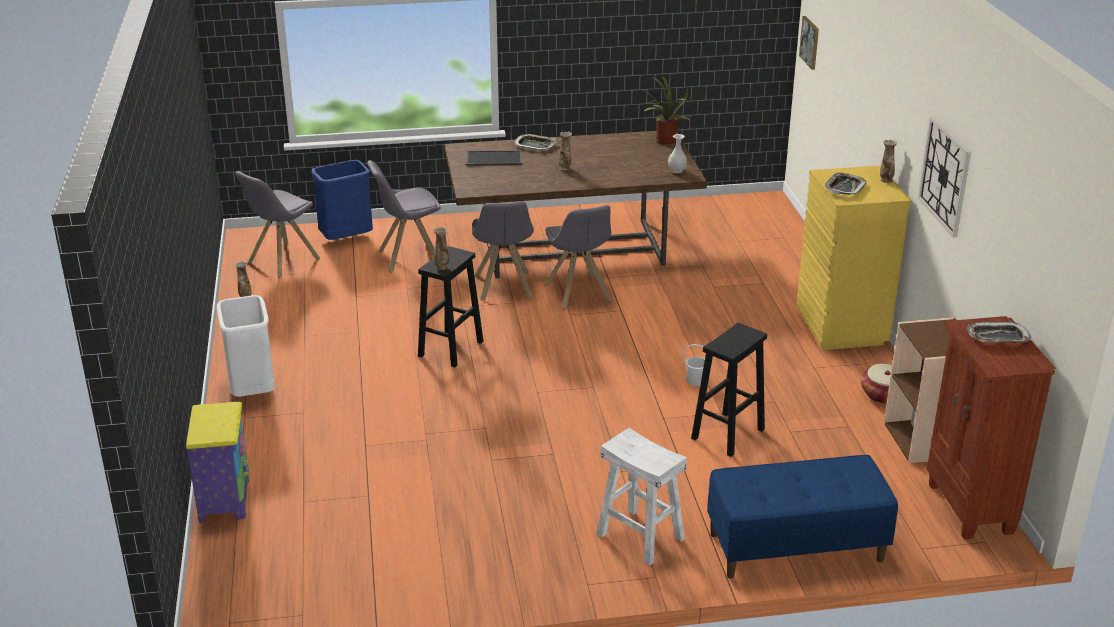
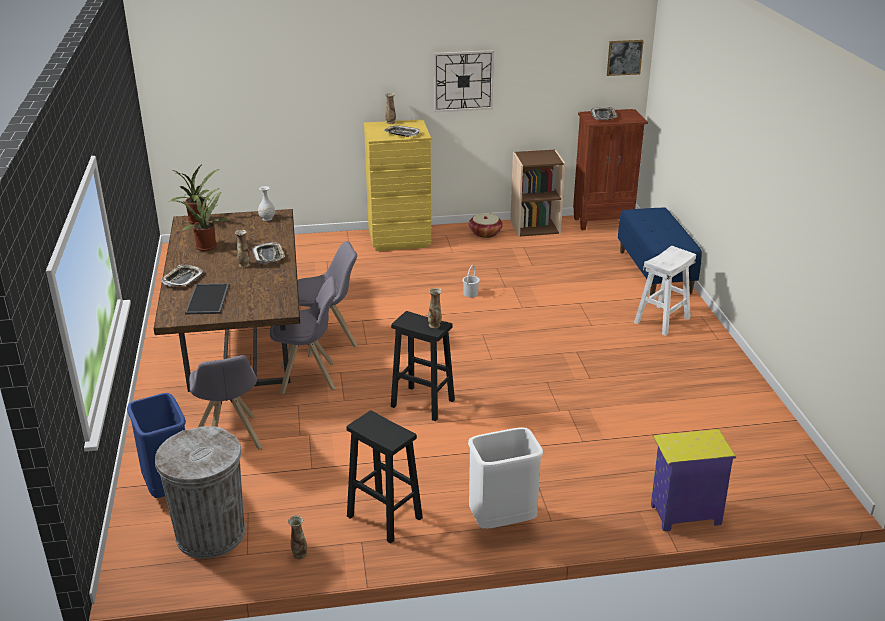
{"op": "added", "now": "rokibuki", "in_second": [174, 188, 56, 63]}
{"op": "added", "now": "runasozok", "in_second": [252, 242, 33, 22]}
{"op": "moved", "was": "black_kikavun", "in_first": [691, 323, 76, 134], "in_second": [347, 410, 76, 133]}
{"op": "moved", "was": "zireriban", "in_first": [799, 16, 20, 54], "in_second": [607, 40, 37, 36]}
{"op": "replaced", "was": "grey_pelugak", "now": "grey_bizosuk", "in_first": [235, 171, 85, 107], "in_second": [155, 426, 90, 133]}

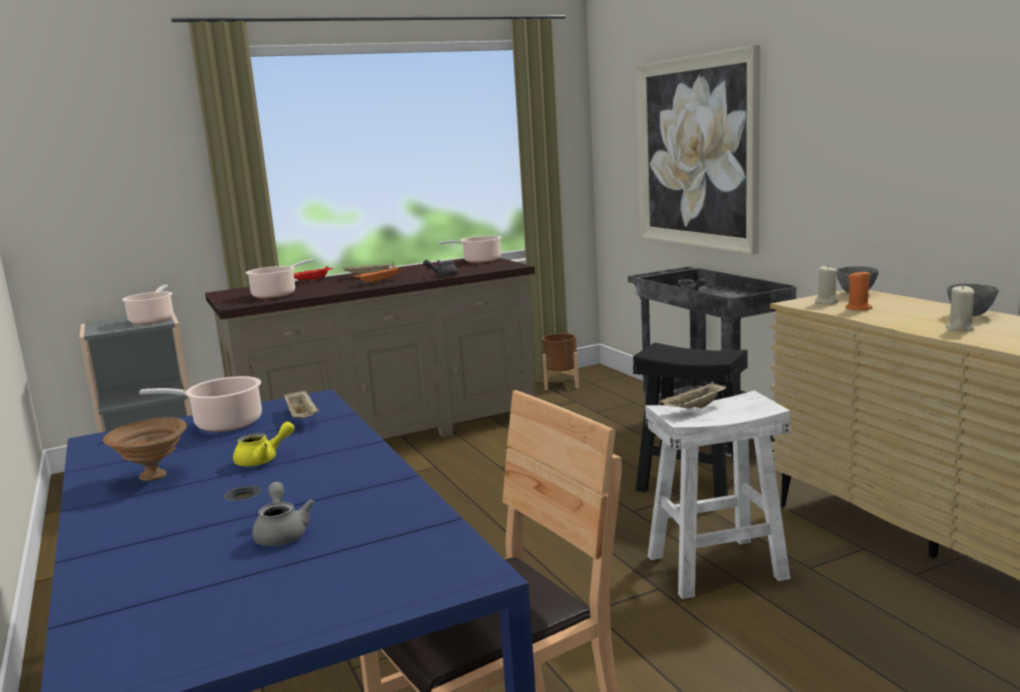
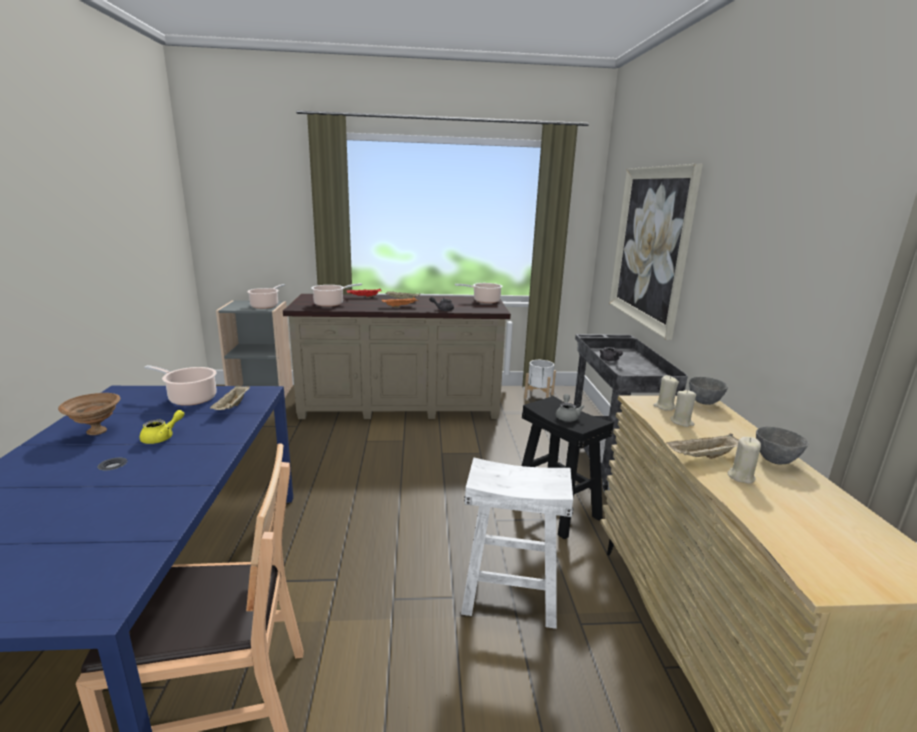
{"op": "moved", "was": "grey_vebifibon", "in_first": [252, 482, 63, 64], "in_second": [556, 394, 28, 28]}
{"op": "moved", "was": "beige_runasozok", "in_first": [660, 381, 67, 27], "in_second": [666, 434, 73, 25]}
{"op": "recoloured", "was": "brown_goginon", "now": "white_goginon", "in_first": [542, 333, 37, 57], "in_second": [524, 360, 32, 39]}
{"op": "recoloured", "was": "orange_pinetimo", "now": "beige_pinetimo", "in_first": [845, 270, 28, 41], "in_second": [670, 390, 26, 37]}
{"op": "turned", "was": "yellow_vebifibon", "in_first": [233, 422, 61, 44], "in_second": [139, 410, 45, 34], "clockwise": -45}

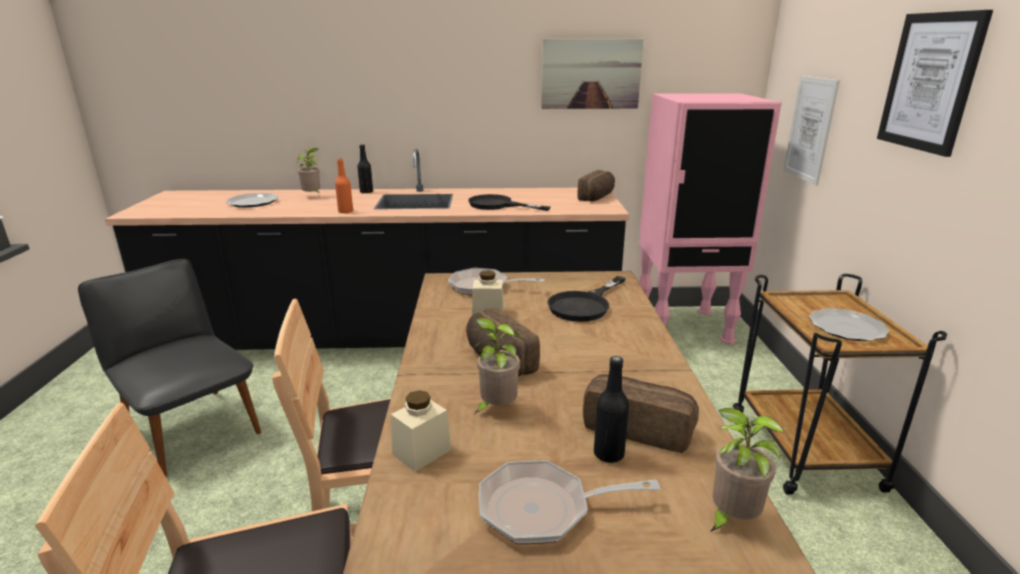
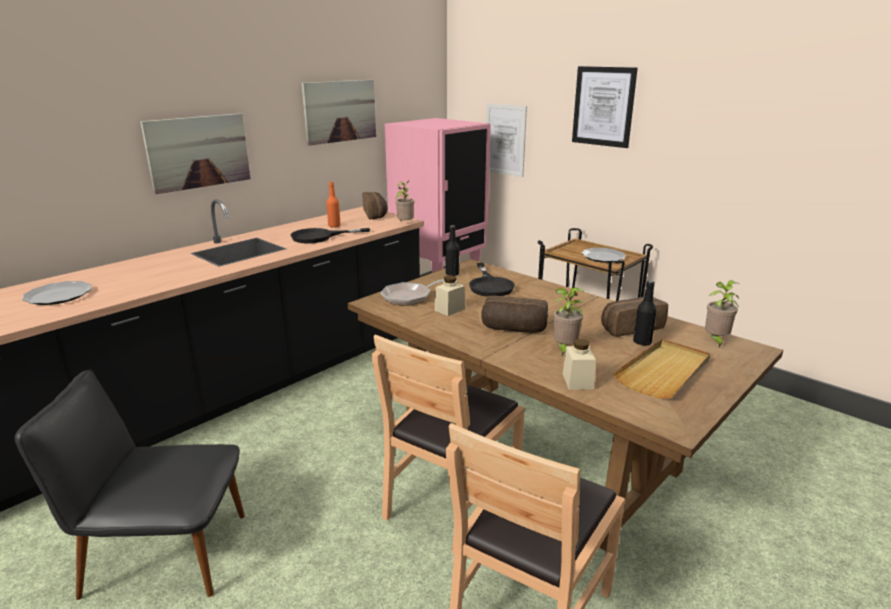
{"op": "added", "now": "zireriban", "in_second": [140, 113, 111, 81]}
{"op": "moved", "was": "rokibuki", "in_first": [296, 147, 24, 46], "in_second": [395, 180, 19, 41]}
{"op": "moved", "was": "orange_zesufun", "in_first": [335, 158, 18, 55], "in_second": [326, 182, 15, 45]}
{"op": "moved", "was": "black_zesufun", "in_first": [357, 144, 16, 50], "in_second": [445, 225, 15, 51]}
{"op": "replaced", "was": "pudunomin", "now": "beige_runasozok", "in_first": [479, 461, 182, 83], "in_second": [613, 339, 97, 60]}

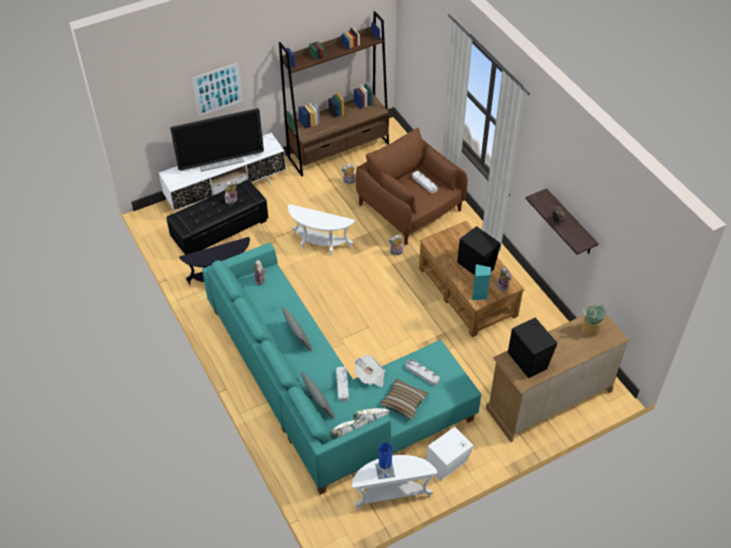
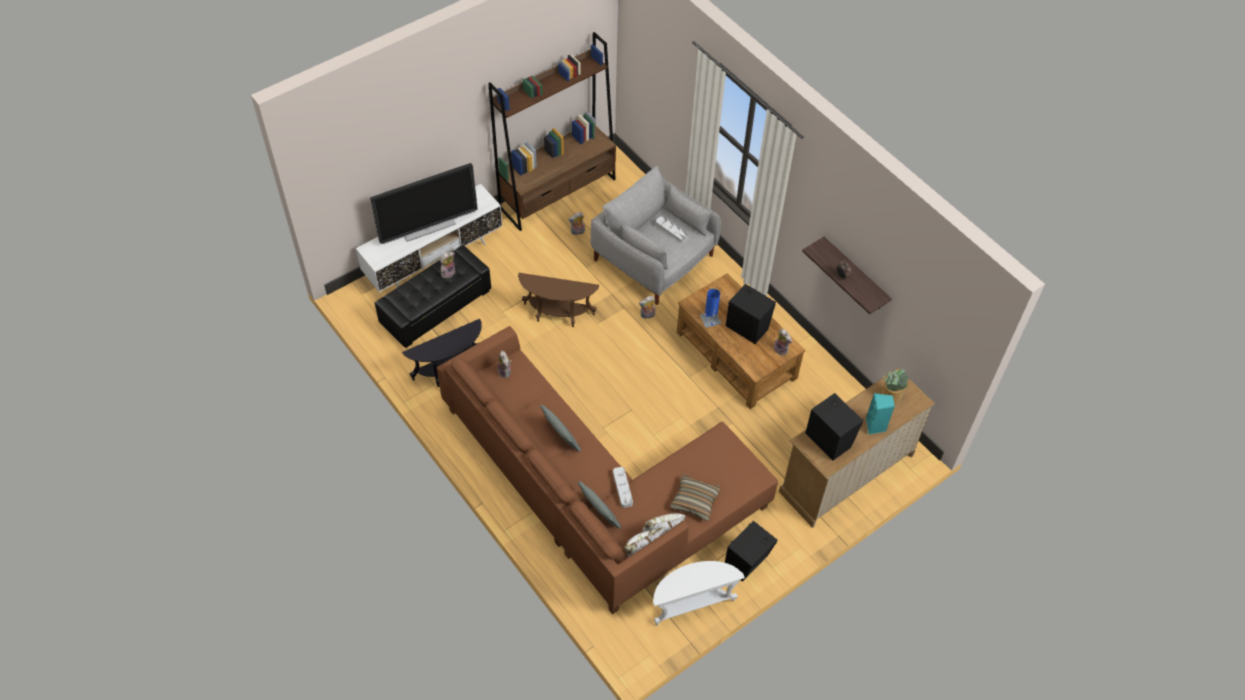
{"op": "removed", "was": "zireriban", "in_first": [192, 63, 51, 54]}
{"op": "removed", "was": "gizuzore", "in_first": [355, 355, 30, 32]}
{"op": "removed", "was": "grey_runasozok", "in_first": [405, 359, 35, 27]}
{"op": "moved", "was": "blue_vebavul", "in_first": [375, 442, 20, 37], "in_second": [700, 289, 21, 39]}
{"op": "moved", "was": "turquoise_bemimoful", "in_first": [472, 264, 19, 36], "in_second": [866, 393, 29, 42]}
{"op": "recoloured", "was": "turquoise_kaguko", "now": "brown_kaguko", "in_first": [202, 243, 279, 252], "in_second": [437, 326, 341, 288]}
{"op": "recoloured", "was": "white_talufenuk", "now": "brown_talufenuk", "in_first": [288, 204, 67, 52], "in_second": [518, 273, 81, 54]}
{"op": "recoloured", "was": "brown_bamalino", "now": "grey_bamalino", "in_first": [356, 128, 112, 117], "in_second": [591, 166, 130, 139]}
{"op": "recoloured", "was": "white_bemimoful", "now": "black_bemimoful", "in_first": [427, 427, 46, 54], "in_second": [725, 521, 52, 61]}

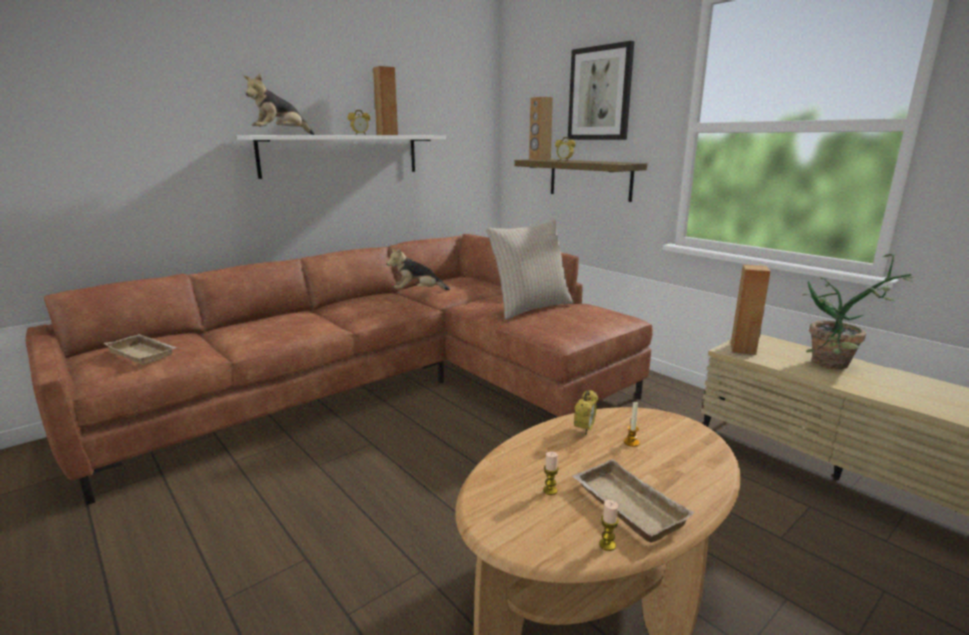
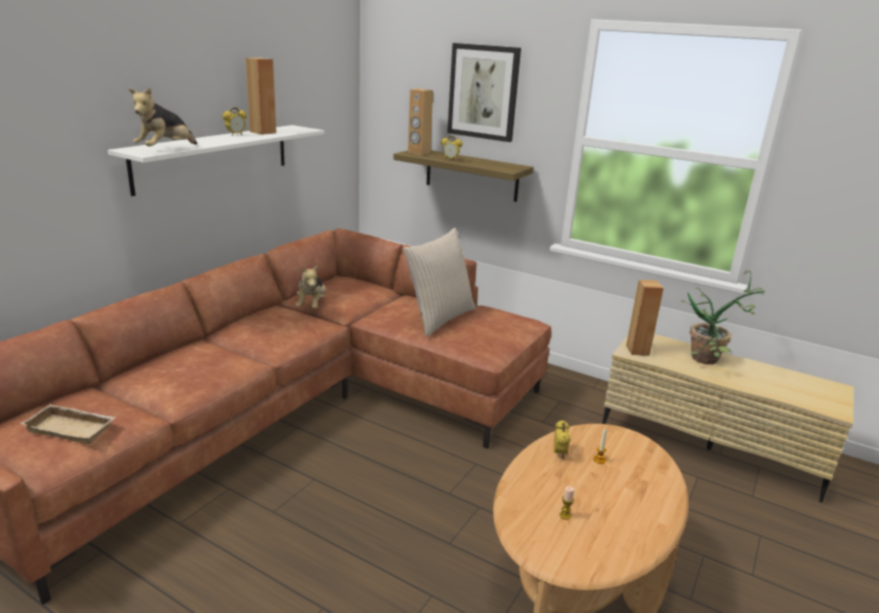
{"op": "removed", "was": "beige_runasozok", "in_first": [572, 459, 123, 84]}
{"op": "removed", "was": "pinetimo", "in_first": [599, 500, 20, 51]}
{"op": "turned", "was": "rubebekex", "in_first": [387, 248, 63, 42], "in_second": [295, 265, 31, 44], "clockwise": -60}

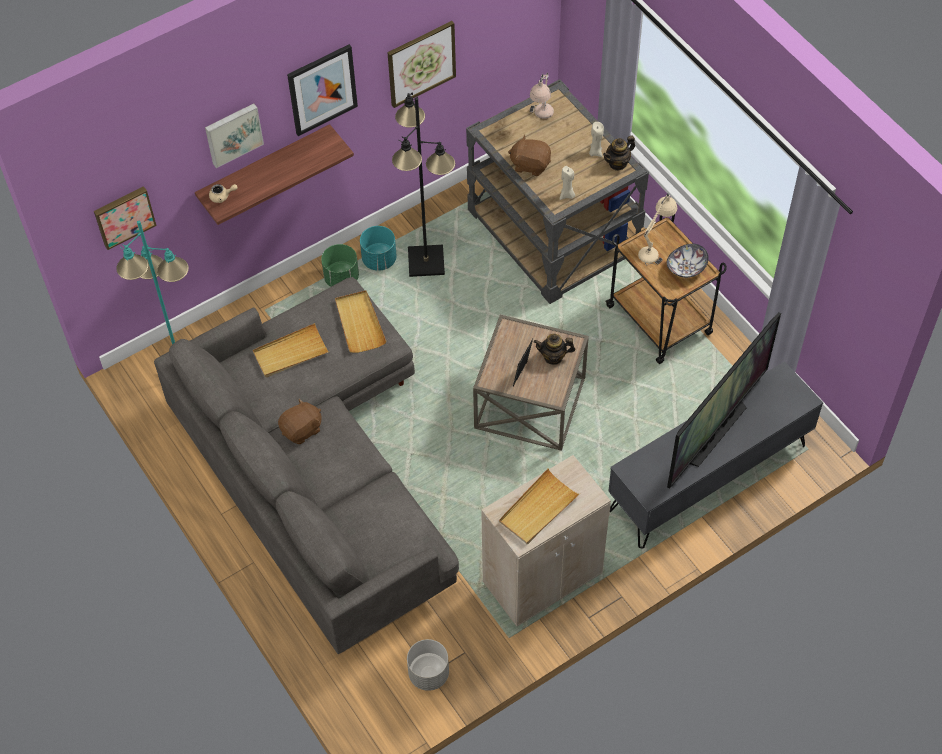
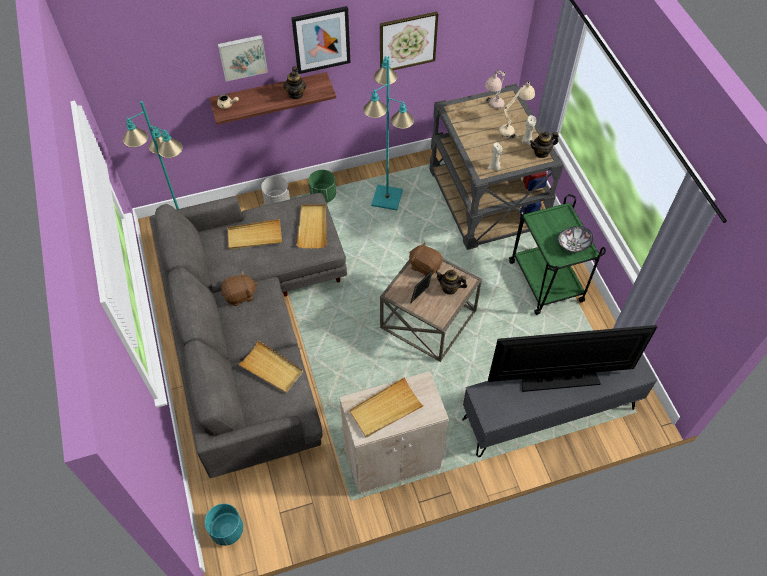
{"op": "removed", "was": "zireriban", "in_first": [94, 186, 63, 64]}
{"op": "added", "now": "beige_runasozok", "in_second": [238, 340, 65, 54]}
{"op": "added", "now": "vebifibon", "in_second": [283, 67, 23, 32]}
{"op": "moved", "was": "turquoise_goginon", "in_first": [360, 226, 37, 45], "in_second": [205, 504, 38, 42]}
{"op": "moved", "was": "grey_goginon", "in_first": [407, 639, 42, 52], "in_second": [261, 176, 29, 29]}
{"op": "moved", "was": "brown_rubebekex", "in_first": [508, 135, 43, 41], "in_second": [409, 242, 34, 34]}
{"op": "moved", "was": "beige_vebavul", "in_first": [638, 193, 39, 72], "in_second": [499, 80, 36, 58]}
{"op": "recoloured", "was": "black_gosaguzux", "now": "turquoise_gosaguzux", "in_first": [392, 93, 63, 184], "in_second": [363, 56, 51, 154]}
{"op": "recoloured", "was": "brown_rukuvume", "now": "green_rukuvume", "in_first": [606, 214, 121, 150], "in_second": [509, 194, 97, 121]}
{"op": "turned", "was": "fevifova", "in_first": [667, 312, 114, 177], "in_second": [488, 325, 169, 67], "clockwise": -150}

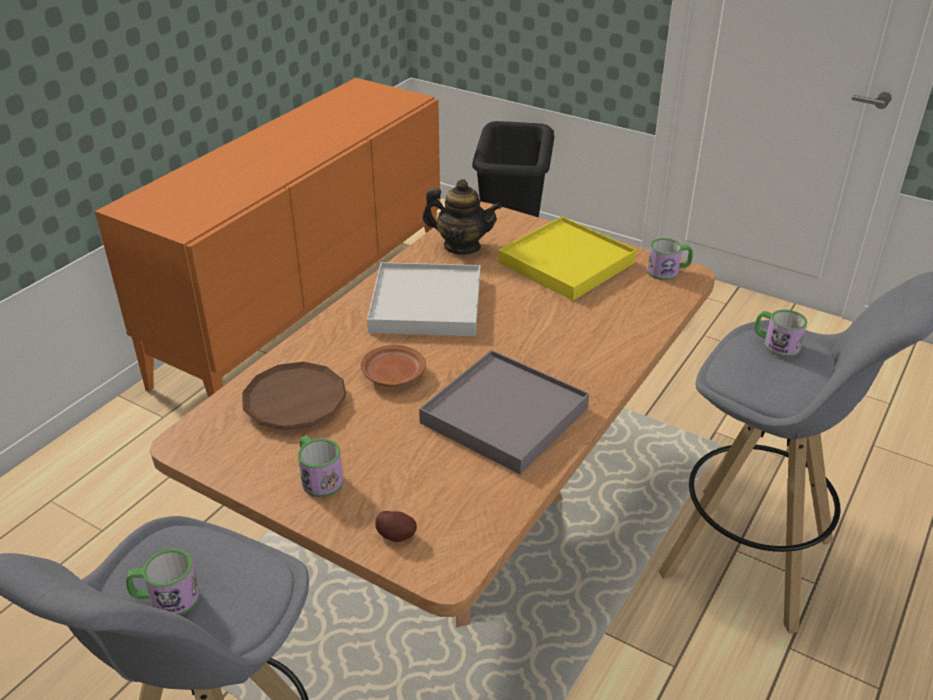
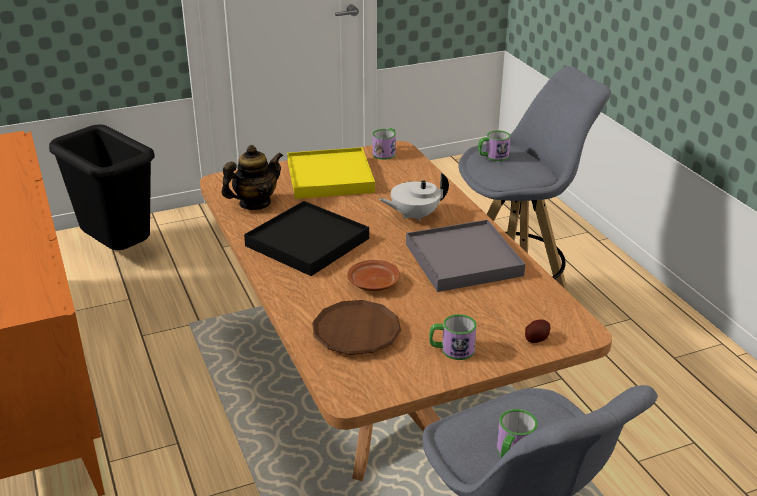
{"op": "added", "now": "white_vebifibon", "in_second": [379, 173, 70, 49]}
{"op": "recoloured", "was": "white_runasozok", "now": "black_runasozok", "in_first": [367, 262, 113, 74], "in_second": [244, 201, 125, 75]}

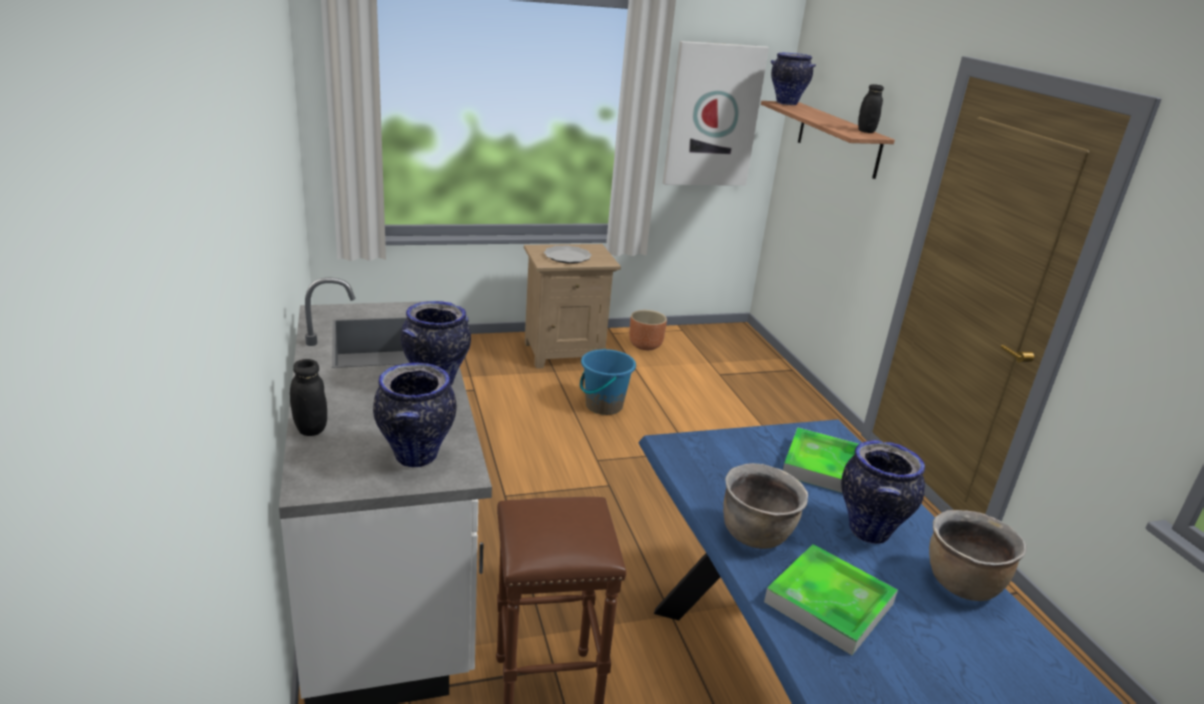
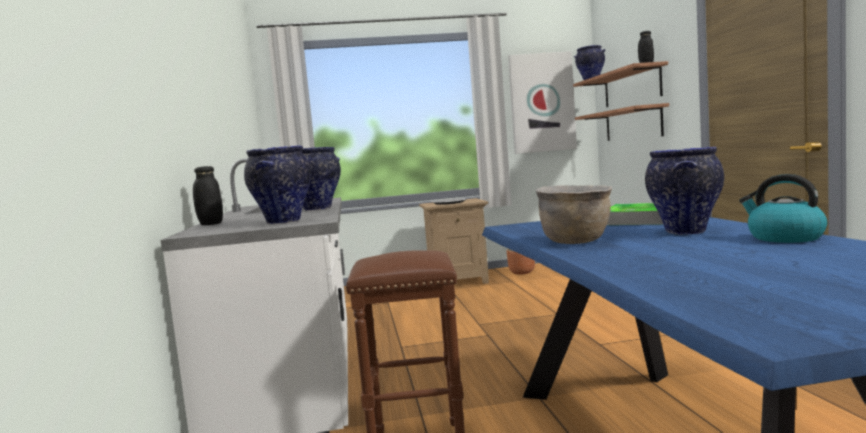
{"op": "removed", "was": "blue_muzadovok", "in_first": [580, 349, 56, 66]}
{"op": "removed", "was": "runasozok", "in_first": [764, 544, 134, 111]}
{"op": "added", "now": "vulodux", "in_second": [575, 103, 94, 38]}
{"op": "replaced", "was": "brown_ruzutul", "now": "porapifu", "in_first": [929, 510, 98, 91], "in_second": [739, 174, 89, 69]}

